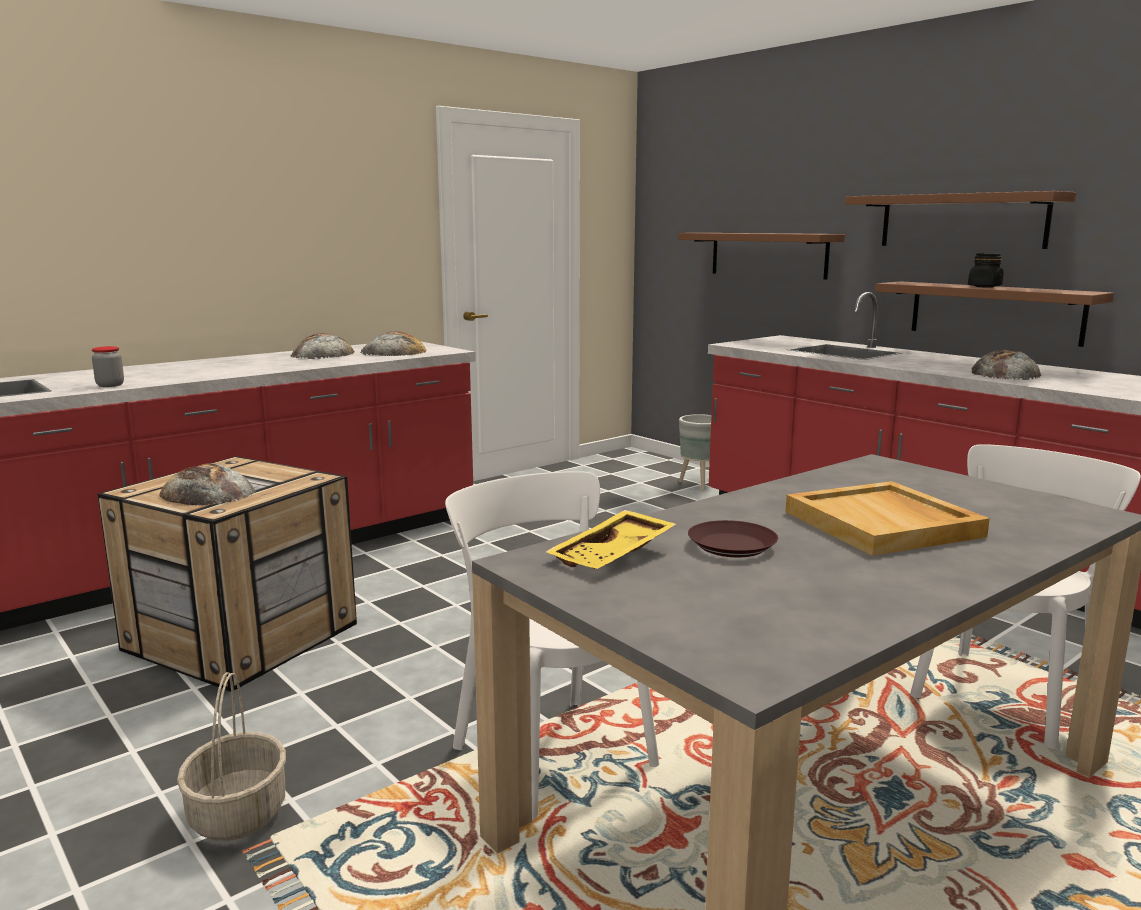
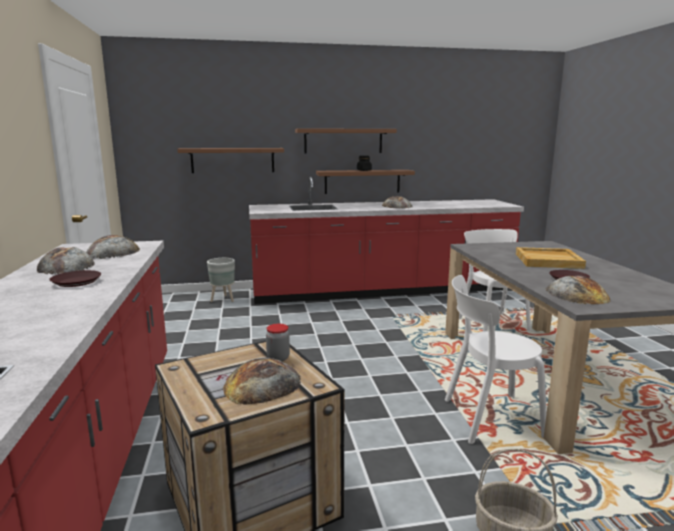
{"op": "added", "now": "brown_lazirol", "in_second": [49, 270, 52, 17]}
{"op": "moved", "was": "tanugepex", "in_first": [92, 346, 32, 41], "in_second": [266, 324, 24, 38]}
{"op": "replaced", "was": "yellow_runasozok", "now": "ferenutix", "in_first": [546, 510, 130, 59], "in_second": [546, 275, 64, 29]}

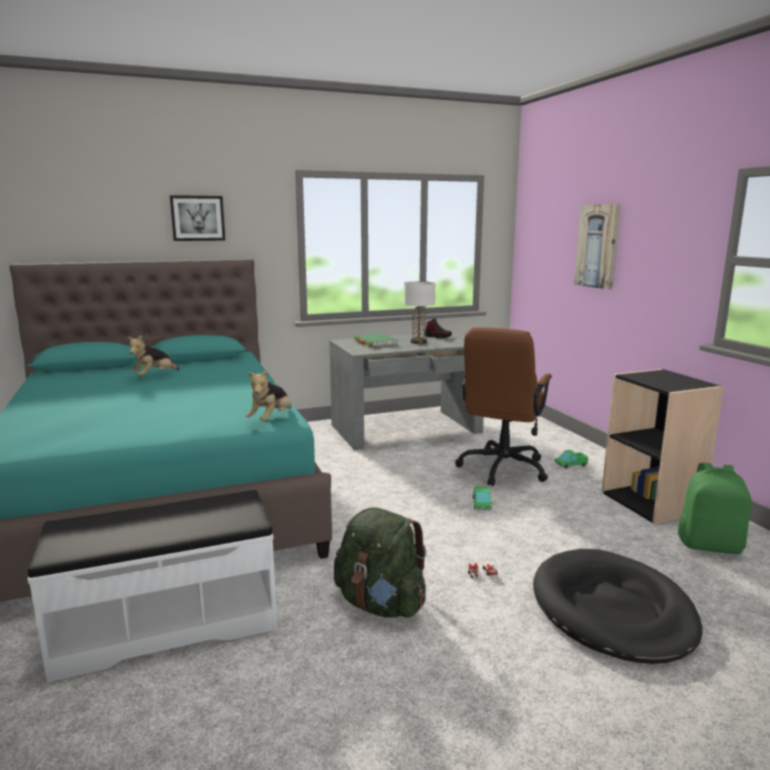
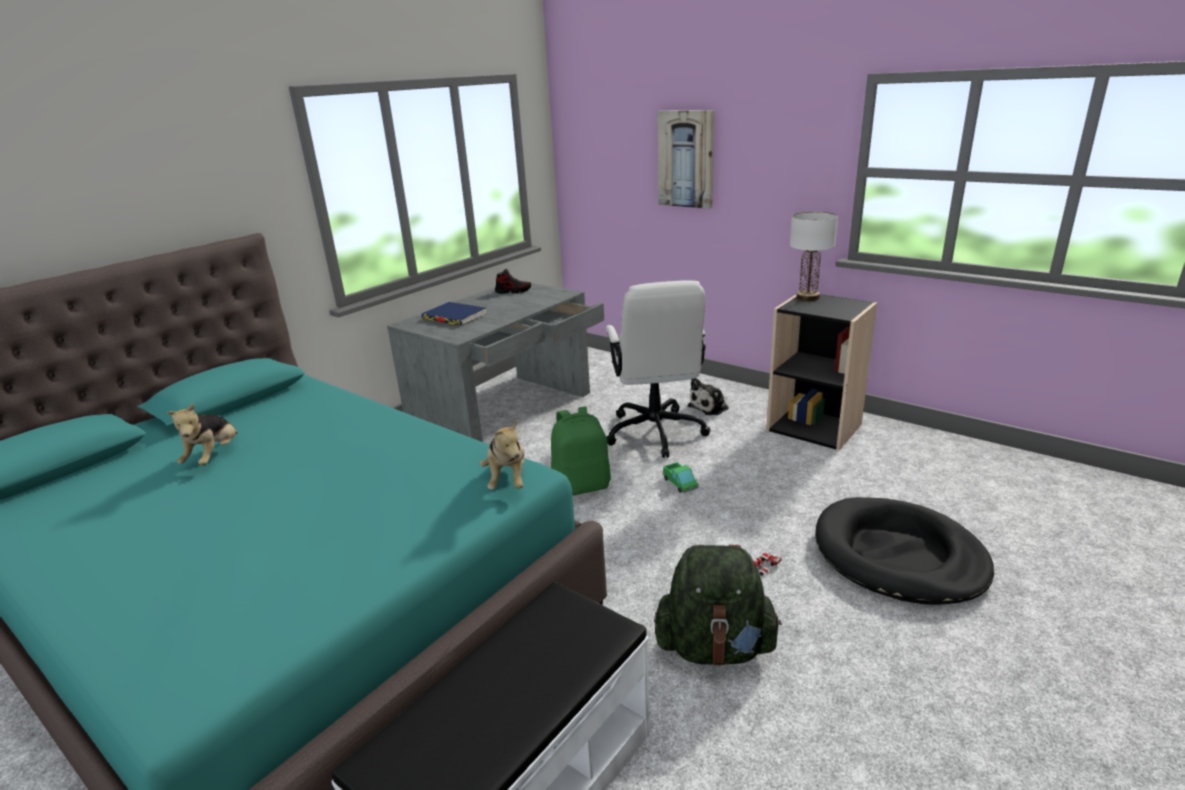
{"op": "removed", "was": "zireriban", "in_first": [170, 195, 55, 46]}
{"op": "moved", "was": "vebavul", "in_first": [404, 282, 31, 62], "in_second": [790, 212, 48, 89]}
{"op": "moved", "was": "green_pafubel", "in_first": [678, 463, 74, 91], "in_second": [551, 407, 60, 88]}
{"op": "replaced", "was": "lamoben", "now": "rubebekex", "in_first": [554, 450, 34, 19], "in_second": [688, 378, 41, 37]}
{"op": "recoloured", "was": "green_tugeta", "now": "blue_tugeta", "in_first": [354, 333, 44, 14], "in_second": [421, 302, 66, 24]}
{"op": "recoloured", "was": "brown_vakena", "now": "white_vakena", "in_first": [455, 327, 97, 159], "in_second": [606, 280, 104, 178]}

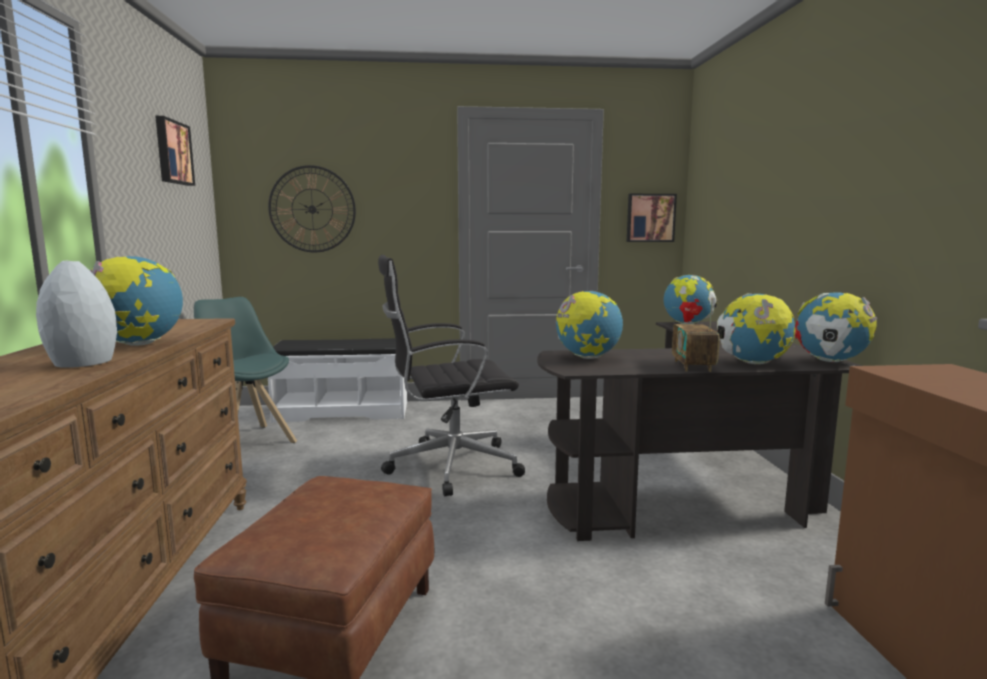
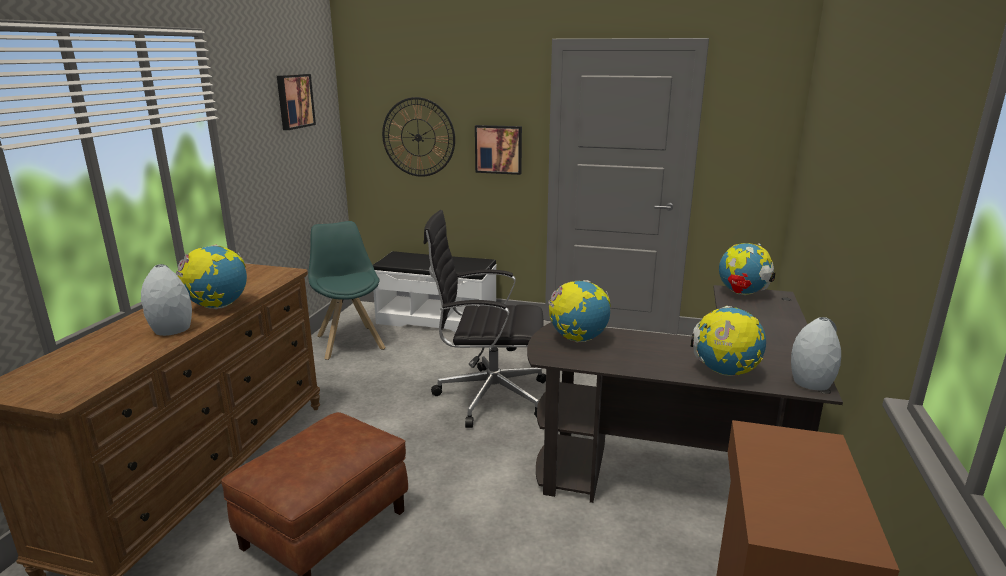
{"op": "removed", "was": "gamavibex", "in_first": [672, 297, 48, 75]}
{"op": "moved", "was": "zireriban", "in_first": [627, 194, 50, 48], "in_second": [475, 125, 47, 50]}
{"op": "replaced", "was": "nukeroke", "now": "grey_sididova", "in_first": [795, 292, 83, 70], "in_second": [791, 317, 50, 73]}

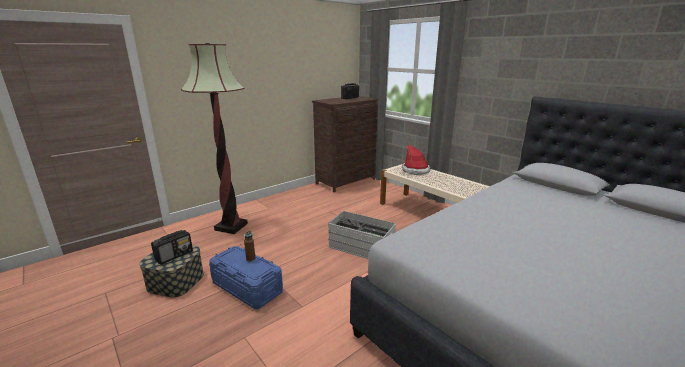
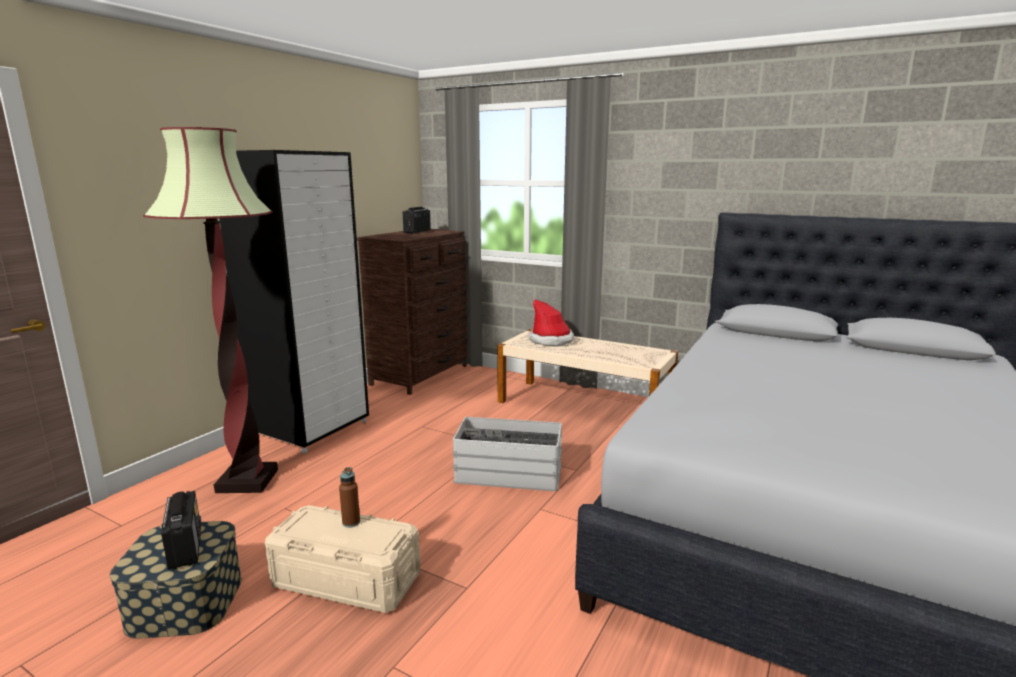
{"op": "added", "now": "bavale", "in_second": [219, 150, 150, 304]}
{"op": "recoloured", "was": "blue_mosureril", "now": "beige_mosureril", "in_first": [209, 246, 74, 63], "in_second": [265, 505, 155, 108]}
{"op": "turned", "was": "gamavibex", "in_first": [151, 230, 42, 35], "in_second": [161, 491, 41, 79], "clockwise": -45}

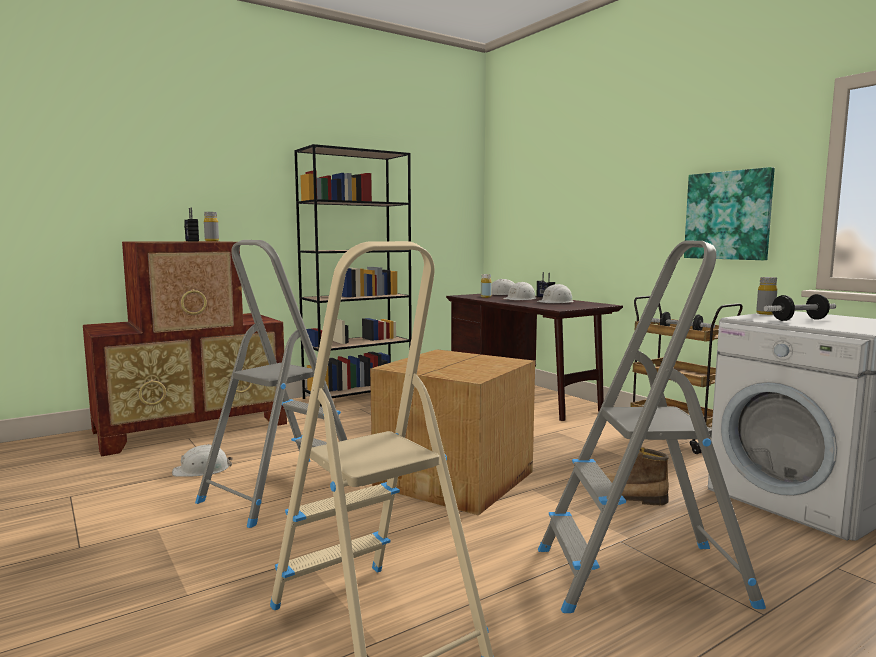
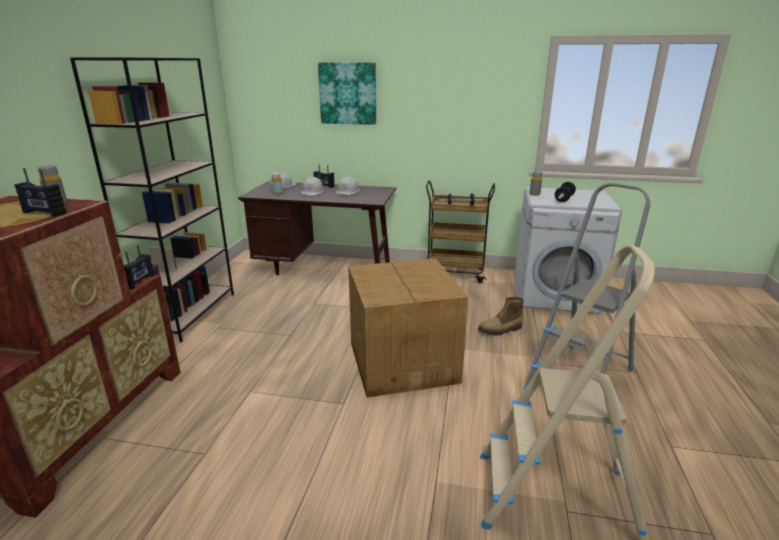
{"op": "removed", "was": "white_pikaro", "in_first": [172, 444, 60, 33]}
{"op": "removed", "was": "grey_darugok", "in_first": [195, 240, 152, 288]}
{"op": "added", "now": "gamavibex", "in_second": [124, 246, 30, 43]}
{"op": "moved", "was": "zireriban", "in_first": [684, 167, 91, 93], "in_second": [318, 63, 58, 62]}

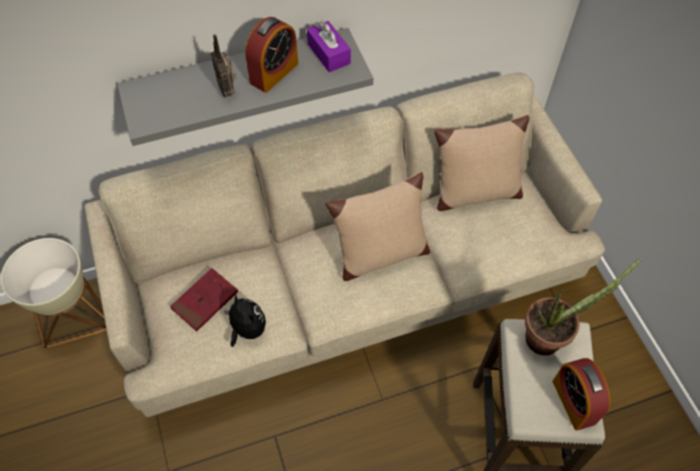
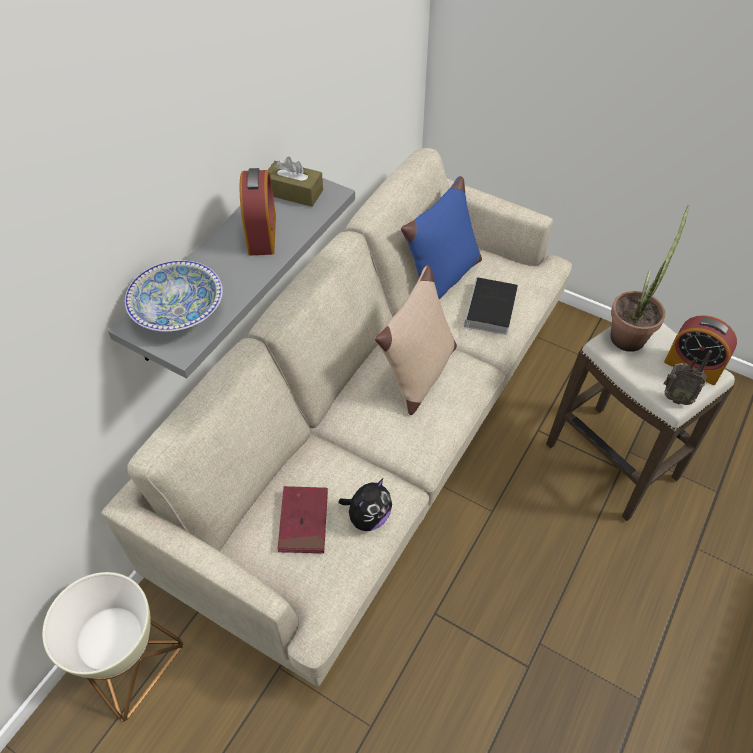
{"op": "added", "now": "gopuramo", "in_second": [125, 260, 98, 72]}
{"op": "added", "now": "tugeta", "in_second": [464, 277, 54, 59]}
{"op": "moved", "was": "gamavibex", "in_first": [211, 35, 25, 63], "in_second": [664, 350, 48, 55]}
{"op": "recoloured", "was": "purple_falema", "now": "brown_falema", "in_first": [307, 21, 44, 51], "in_second": [268, 157, 55, 50]}
{"op": "recoloured", "was": "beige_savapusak", "now": "blue_savapusak", "in_first": [434, 115, 95, 96], "in_second": [401, 176, 81, 124]}
{"op": "turned", "was": "rubebekex", "in_first": [224, 294, 42, 53], "in_second": [338, 479, 54, 52], "clockwise": 120}

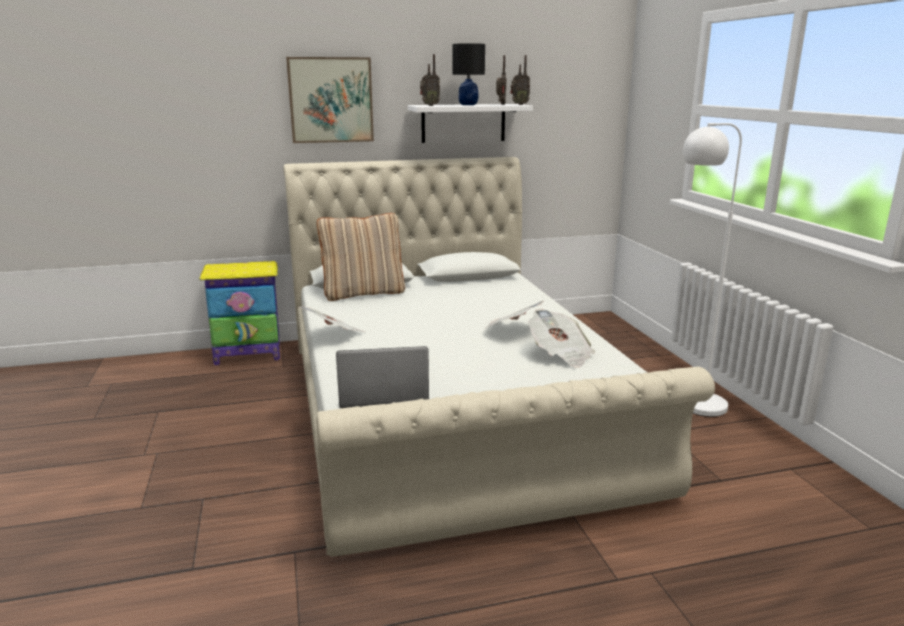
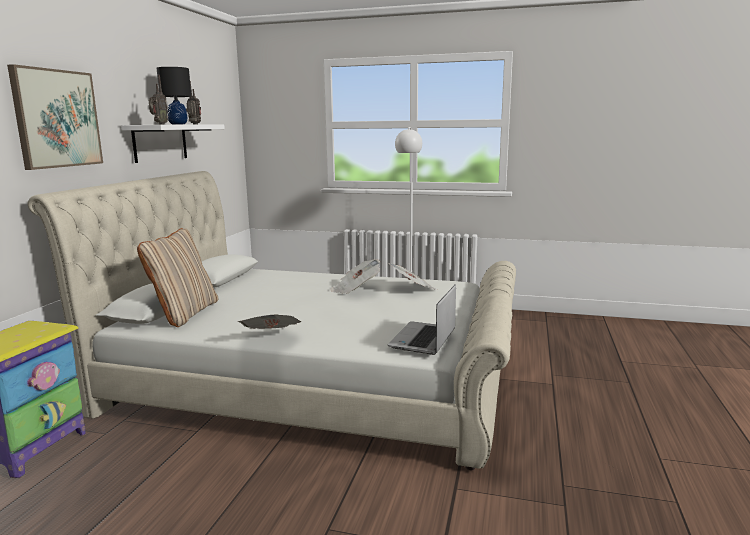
{"op": "removed", "was": "gamavibex", "in_first": [510, 55, 20, 50]}

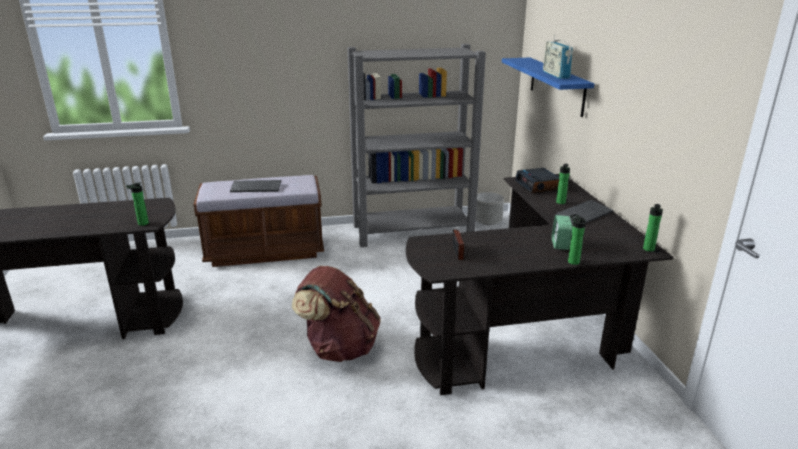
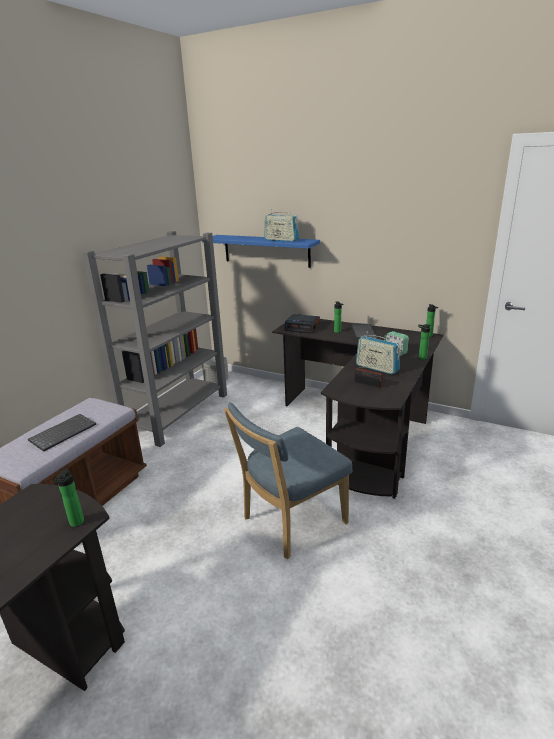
{"op": "added", "now": "gamavibex", "in_second": [356, 331, 44, 44]}
{"op": "replaced", "was": "brown_pafubel", "now": "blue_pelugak", "in_first": [292, 266, 89, 96], "in_second": [224, 402, 128, 157]}

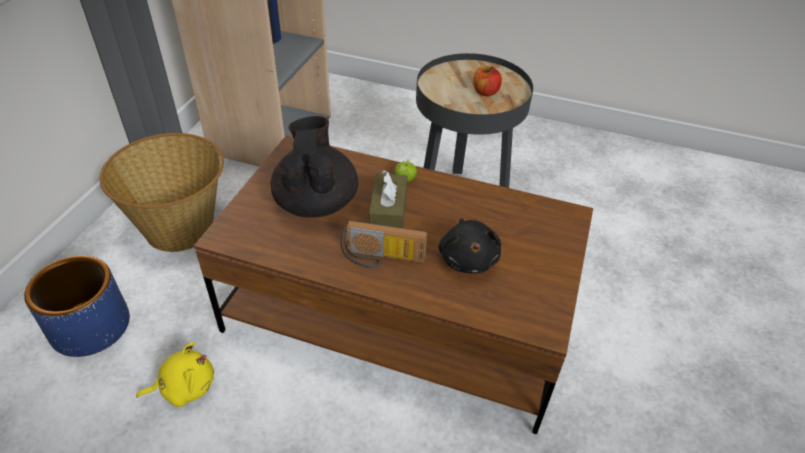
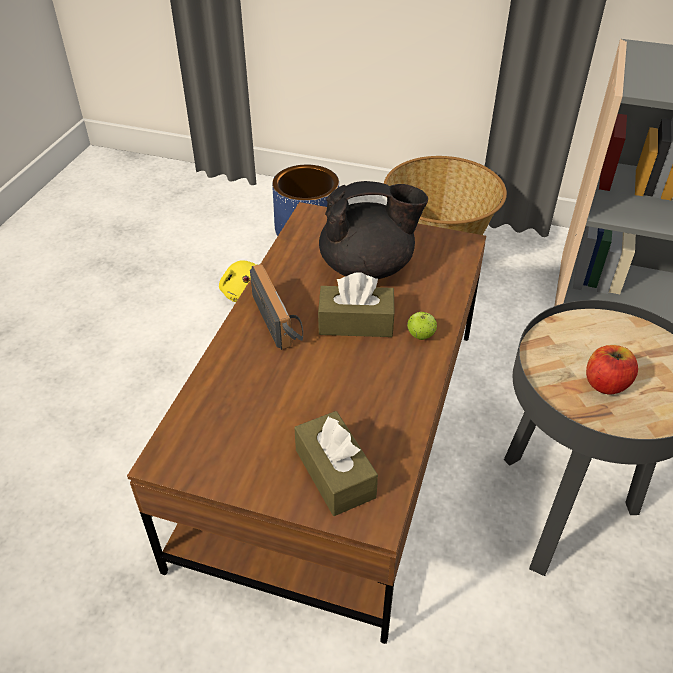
{"op": "removed", "was": "black_rubebekex", "in_first": [439, 218, 62, 56]}
{"op": "added", "now": "brown_falema", "in_second": [294, 411, 84, 105]}
{"op": "turned", "was": "gamavibex", "in_first": [340, 220, 88, 48], "in_second": [250, 264, 53, 86], "clockwise": 150}

